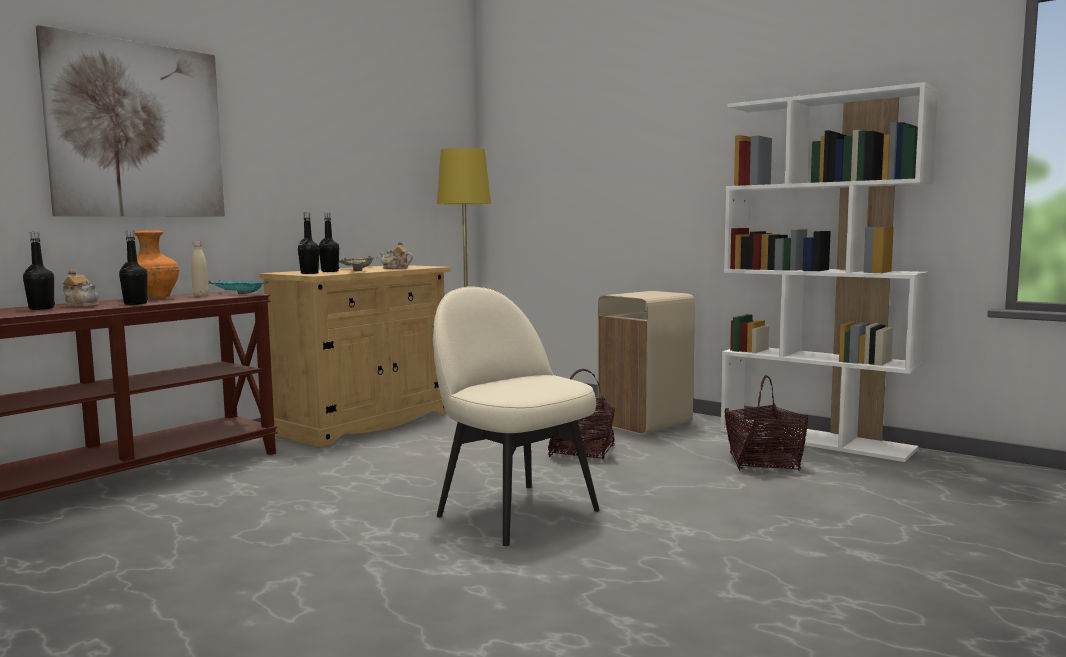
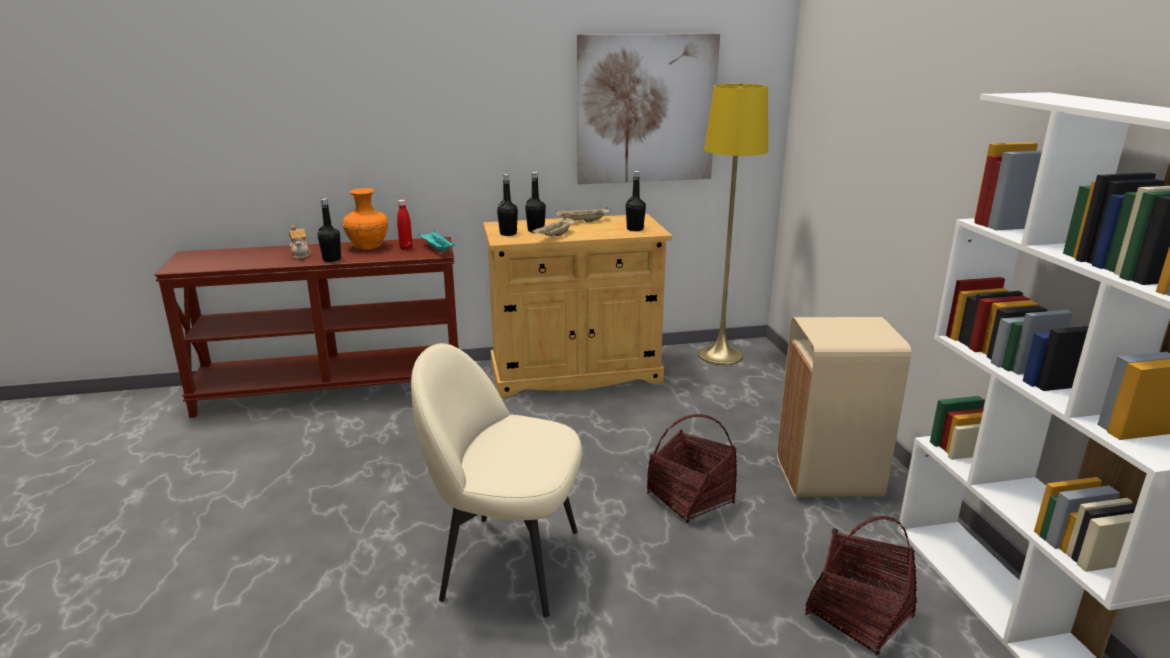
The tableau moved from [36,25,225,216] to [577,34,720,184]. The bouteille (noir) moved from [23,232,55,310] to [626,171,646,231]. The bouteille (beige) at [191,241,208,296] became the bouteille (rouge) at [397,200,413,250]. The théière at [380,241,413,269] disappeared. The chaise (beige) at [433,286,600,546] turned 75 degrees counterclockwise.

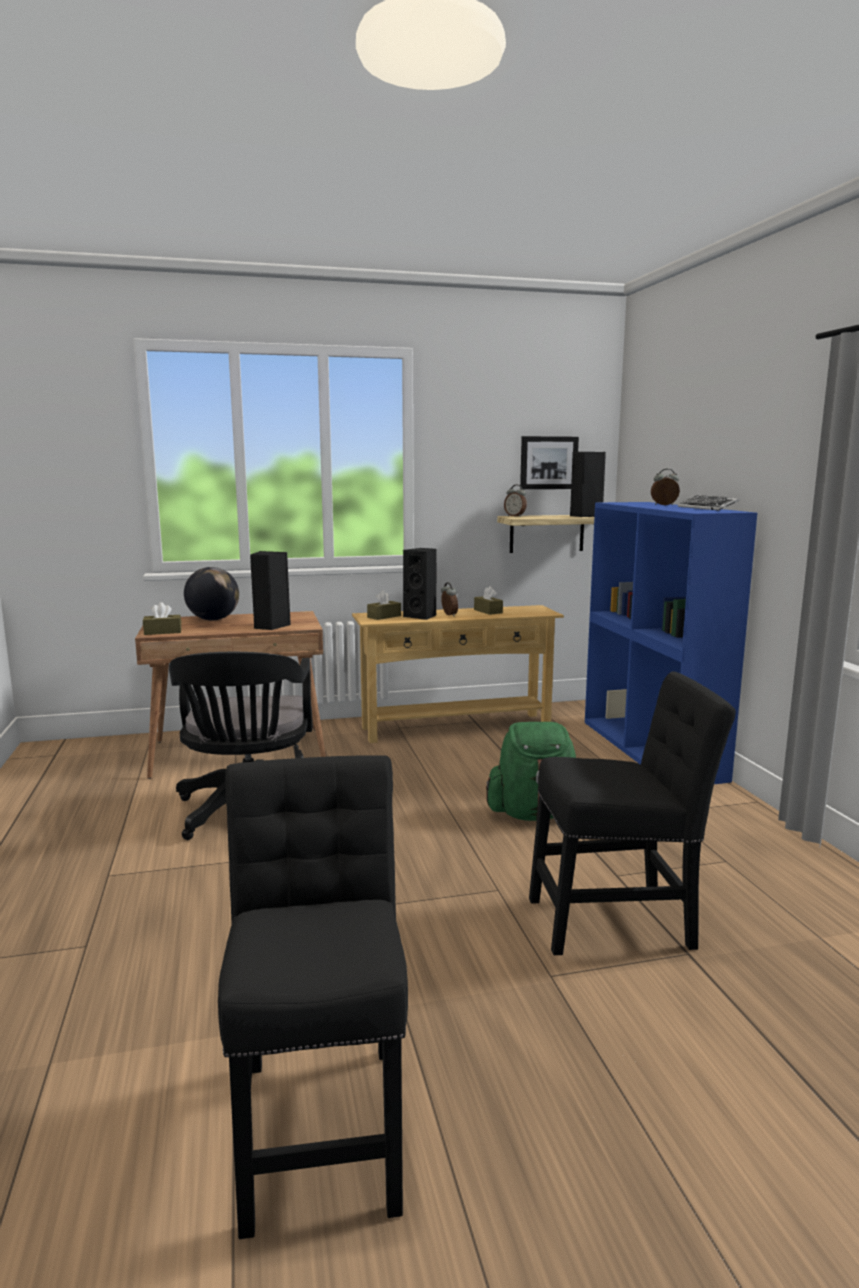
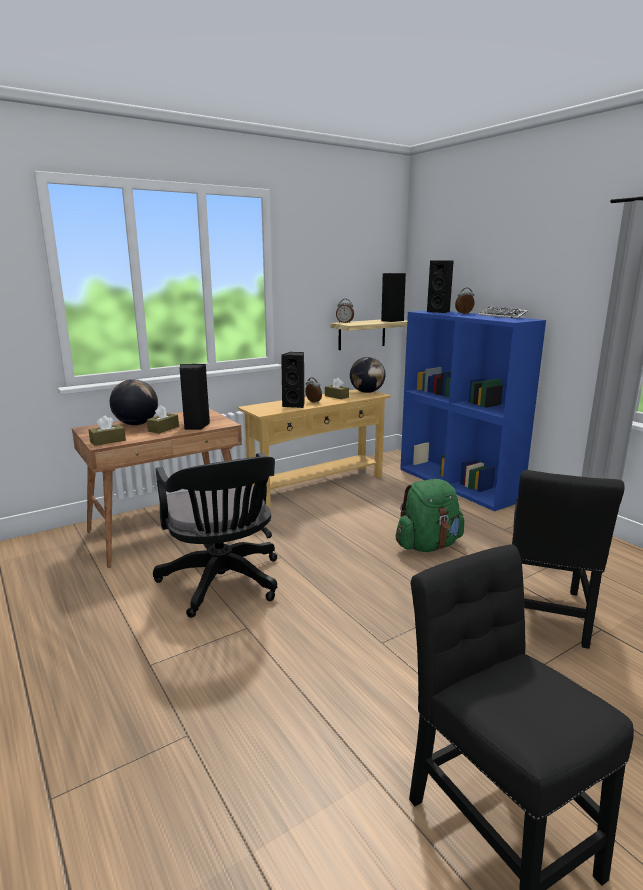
The tableau at [520,436,579,489] disappeared. The boîte à mouchoirs (marron) moved from [367,590,401,620] to [147,405,179,434]. The chaise (noir) at [529,671,736,955] turned 135 degrees clockwise. The enceinte (noir) at [427,260,454,313] appeared. The globe at [350,357,385,393] appeared.

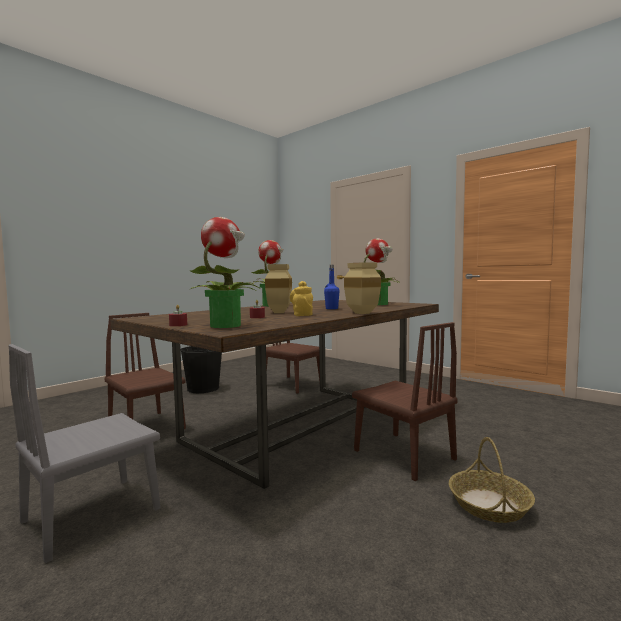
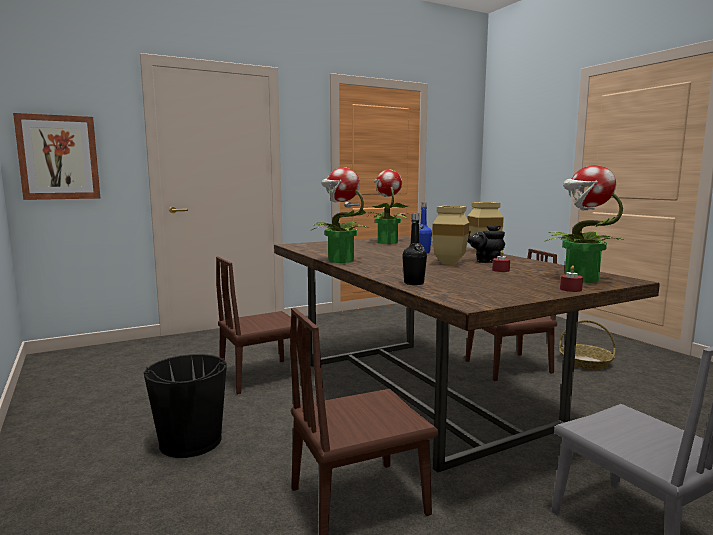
The théière (jaune) at [290,281,313,316] became the théière (noir) at [468,225,505,263]. The tableau at [13,113,101,200] appeared. The bouteille (noir) at [402,213,427,285] appeared.

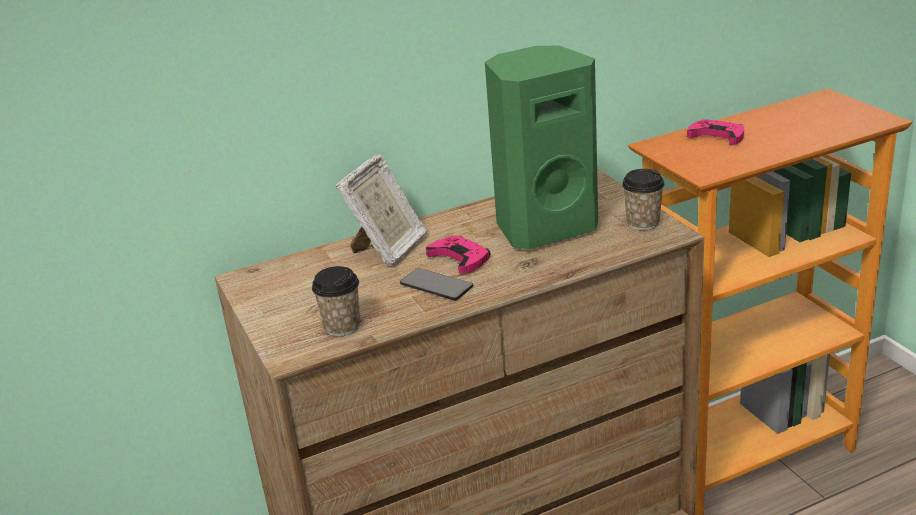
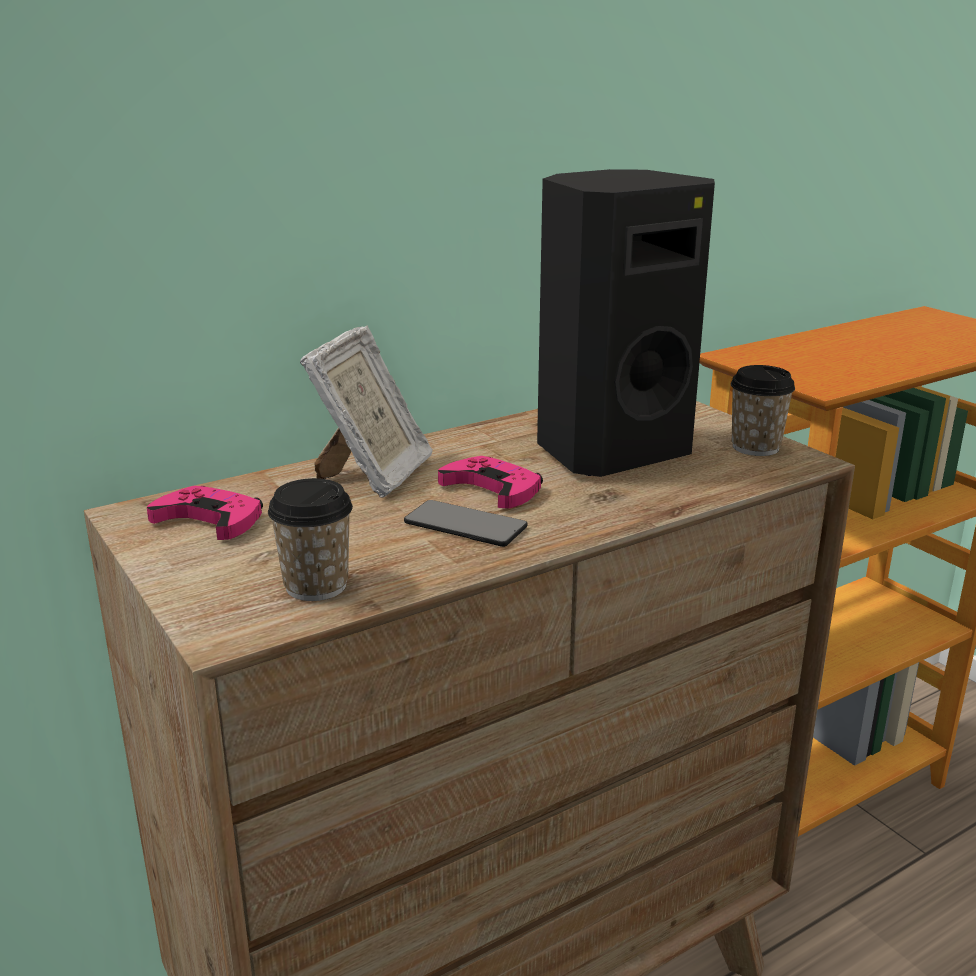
The enceinte (vert) at [485,45,598,250] became the enceinte (noir) at [537,169,715,477]. The manette (rose) moved from [687,119,744,145] to [147,486,263,540].

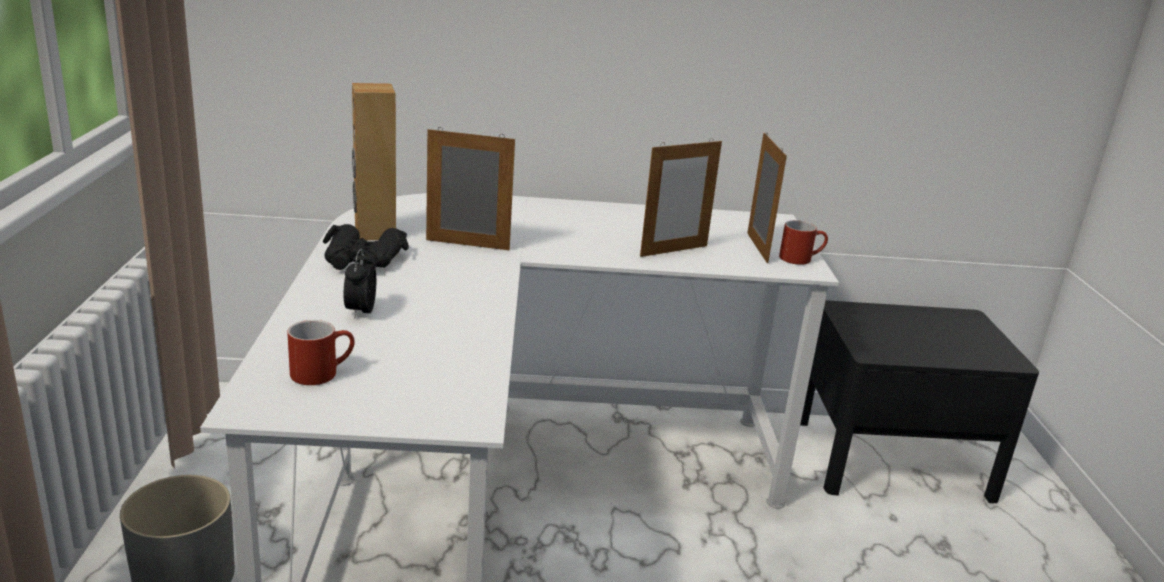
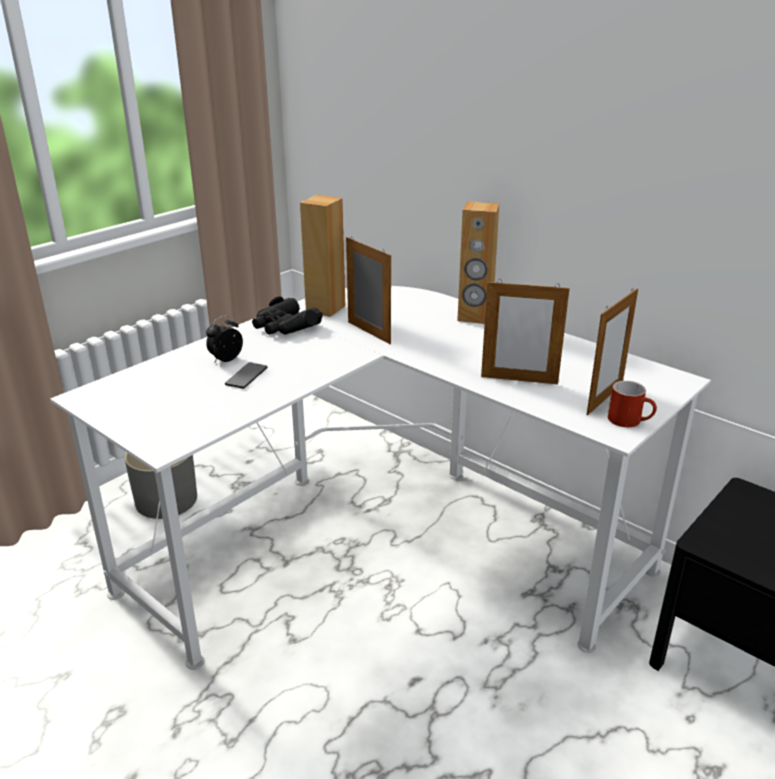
The mug (rouge) at [287,320,355,385] disappeared. The enceinte (marron) at [457,201,499,324] appeared. The téléphone at [225,362,267,389] appeared.

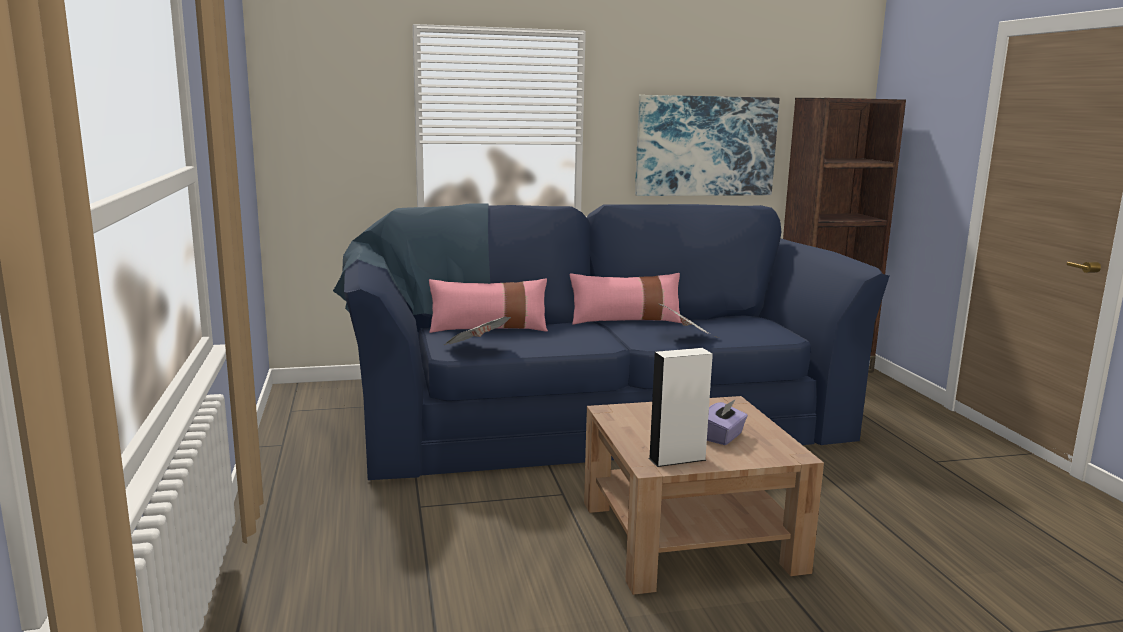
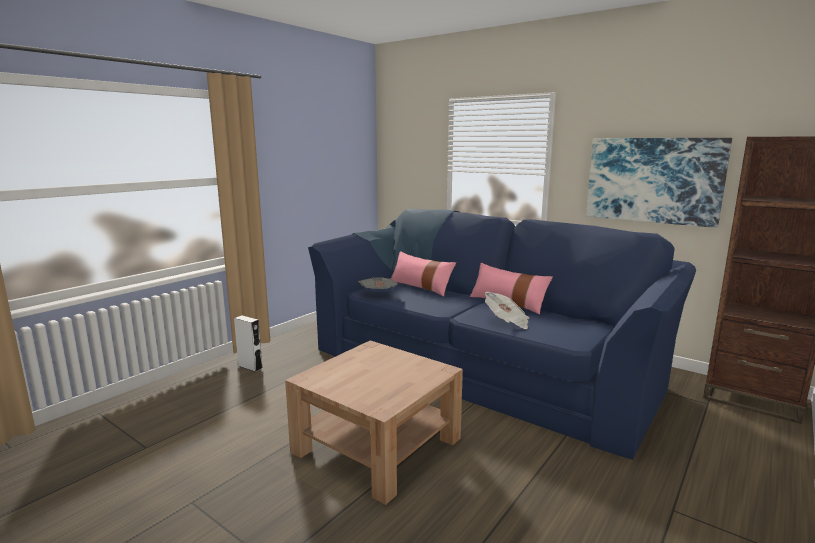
The enceinte (blanc) moved from [649,348,713,467] to [234,315,262,372]. The boîte à mouchoirs (violet) at [707,399,748,445] disappeared.

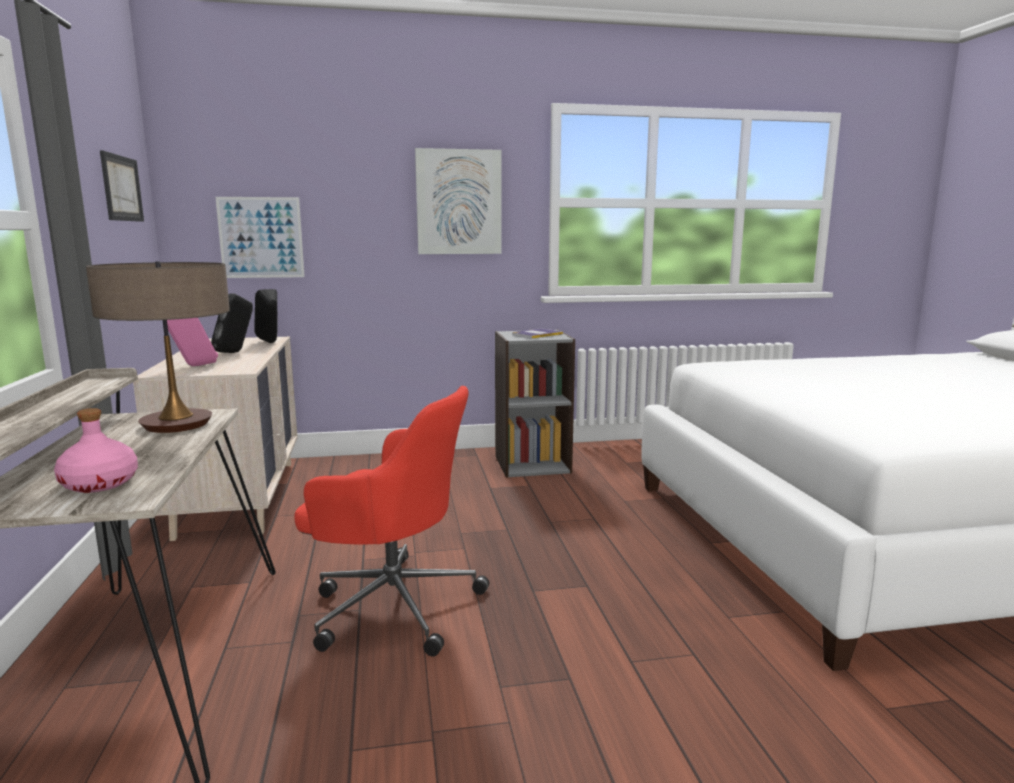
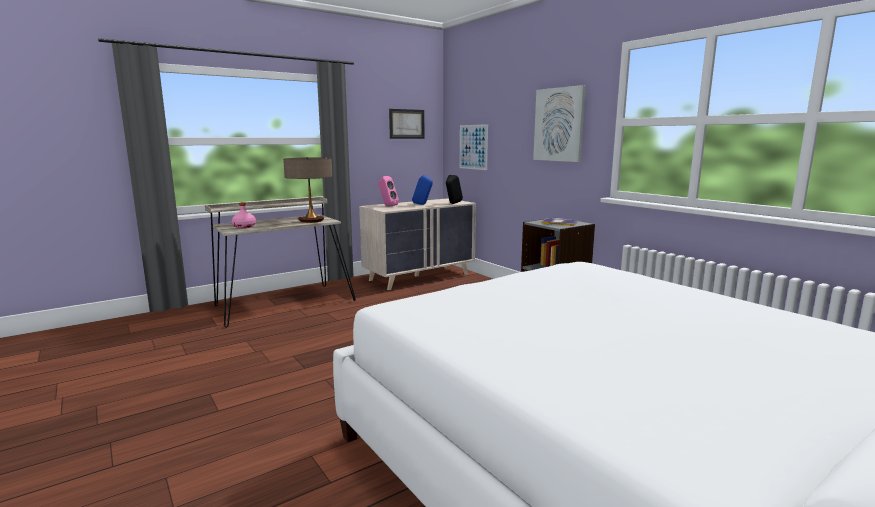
The enceinte (noir) at [211,293,253,353] became the enceinte (bleu) at [412,175,433,205]. The chaise de bureau (rouge) at [294,386,489,657] disappeared.

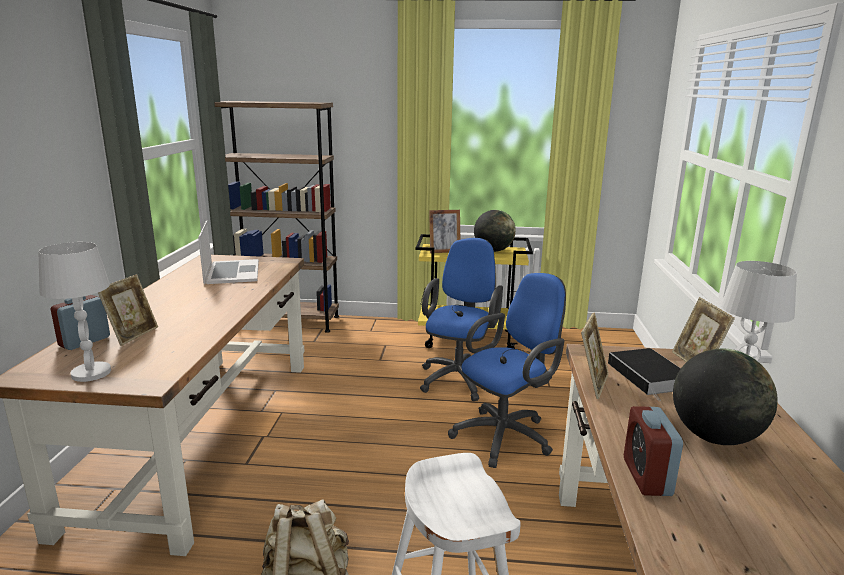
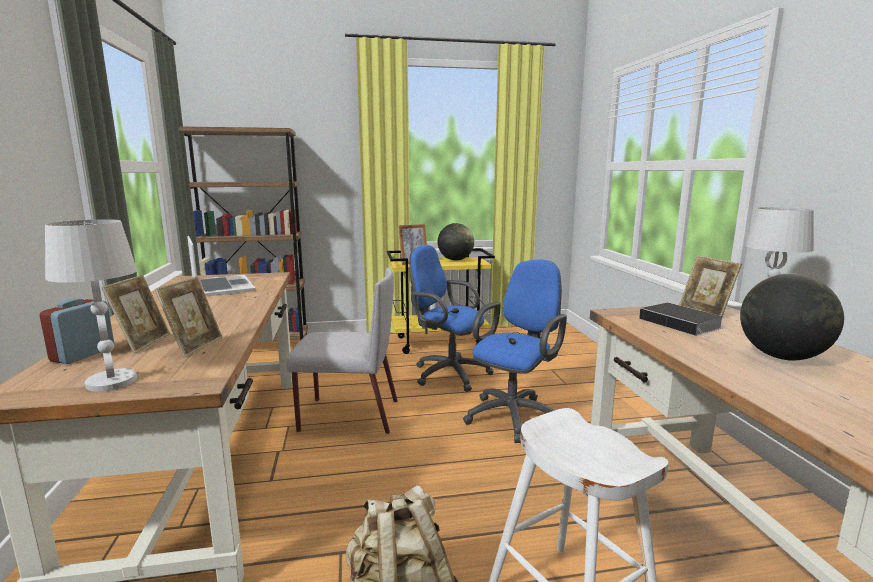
The chaise de bureau (bleu) at [420,238,503,401] turned 60 degrees counterclockwise. The cadre photo moved from [581,313,609,399] to [155,276,222,358]. The réveil at [624,406,683,496] disappeared. The chaise (gris) at [286,268,398,434] appeared.

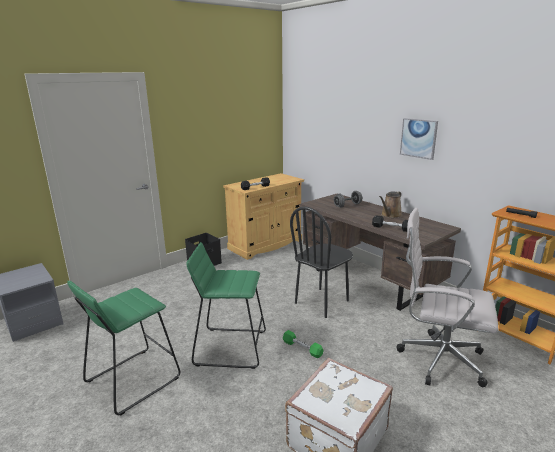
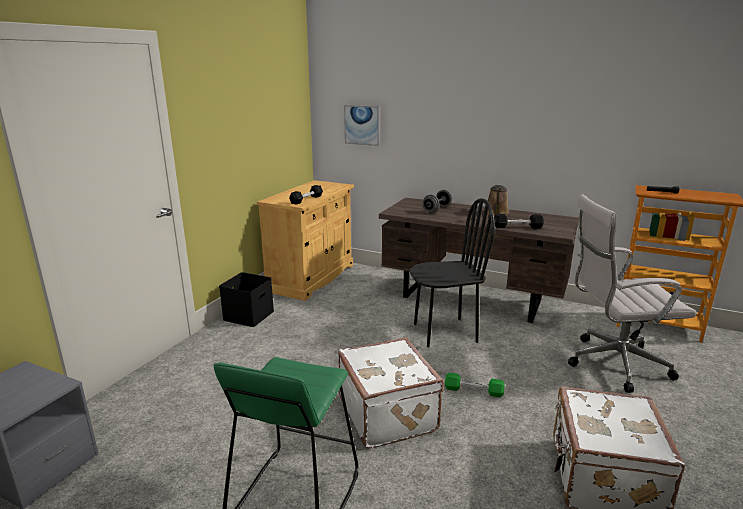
The tableau moved from [400,118,438,160] to [344,105,380,146]. The chaise (noir) at [290,206,353,318] turned 120 degrees counterclockwise. The tabouret (vert) at [186,242,266,369] was replaced by the valise (blanc) at [338,338,444,449].

